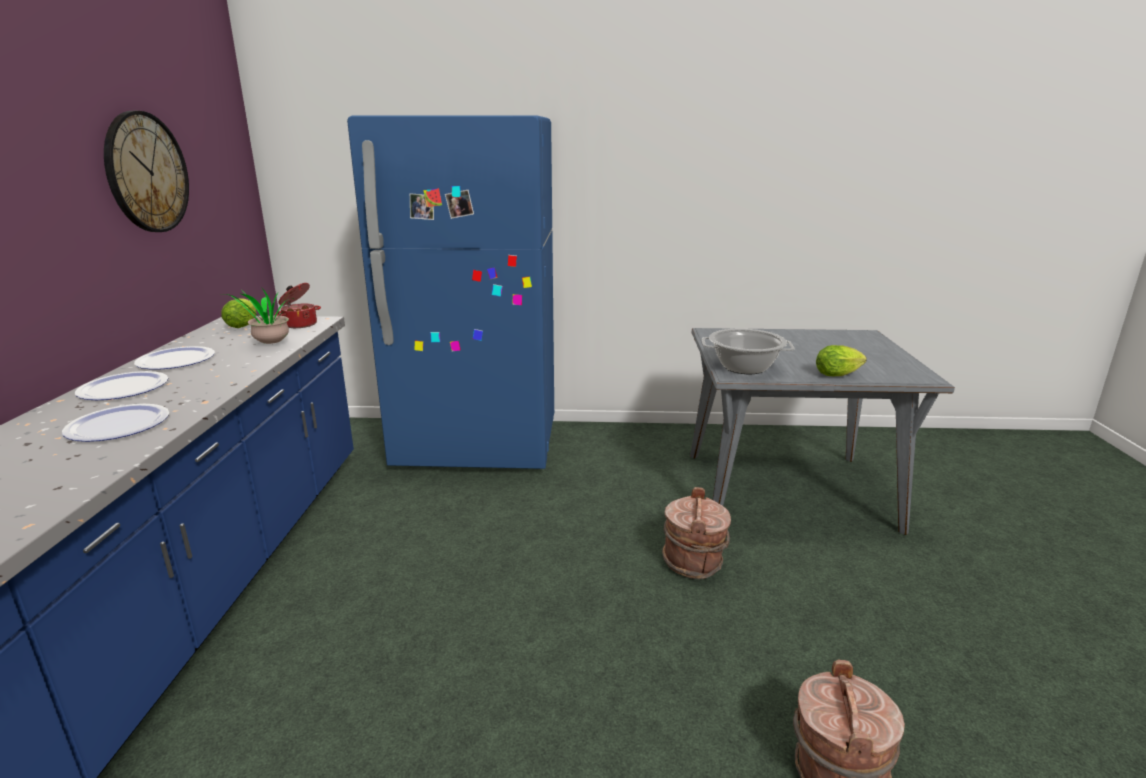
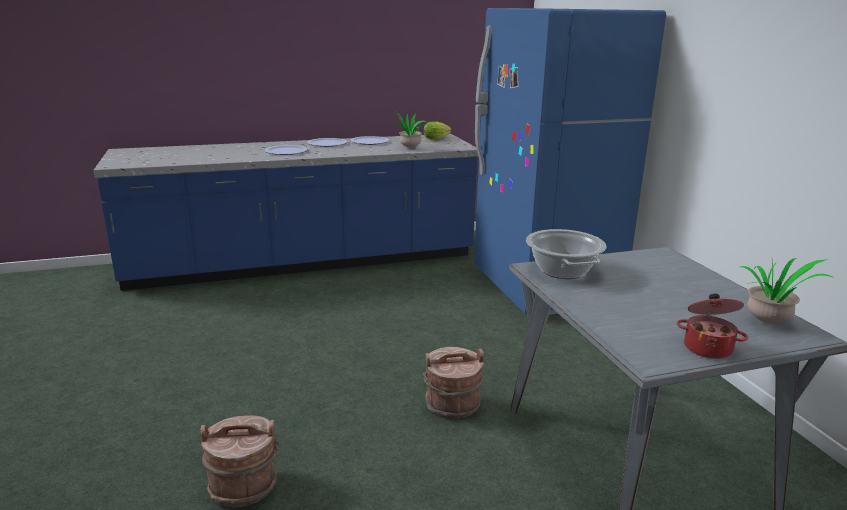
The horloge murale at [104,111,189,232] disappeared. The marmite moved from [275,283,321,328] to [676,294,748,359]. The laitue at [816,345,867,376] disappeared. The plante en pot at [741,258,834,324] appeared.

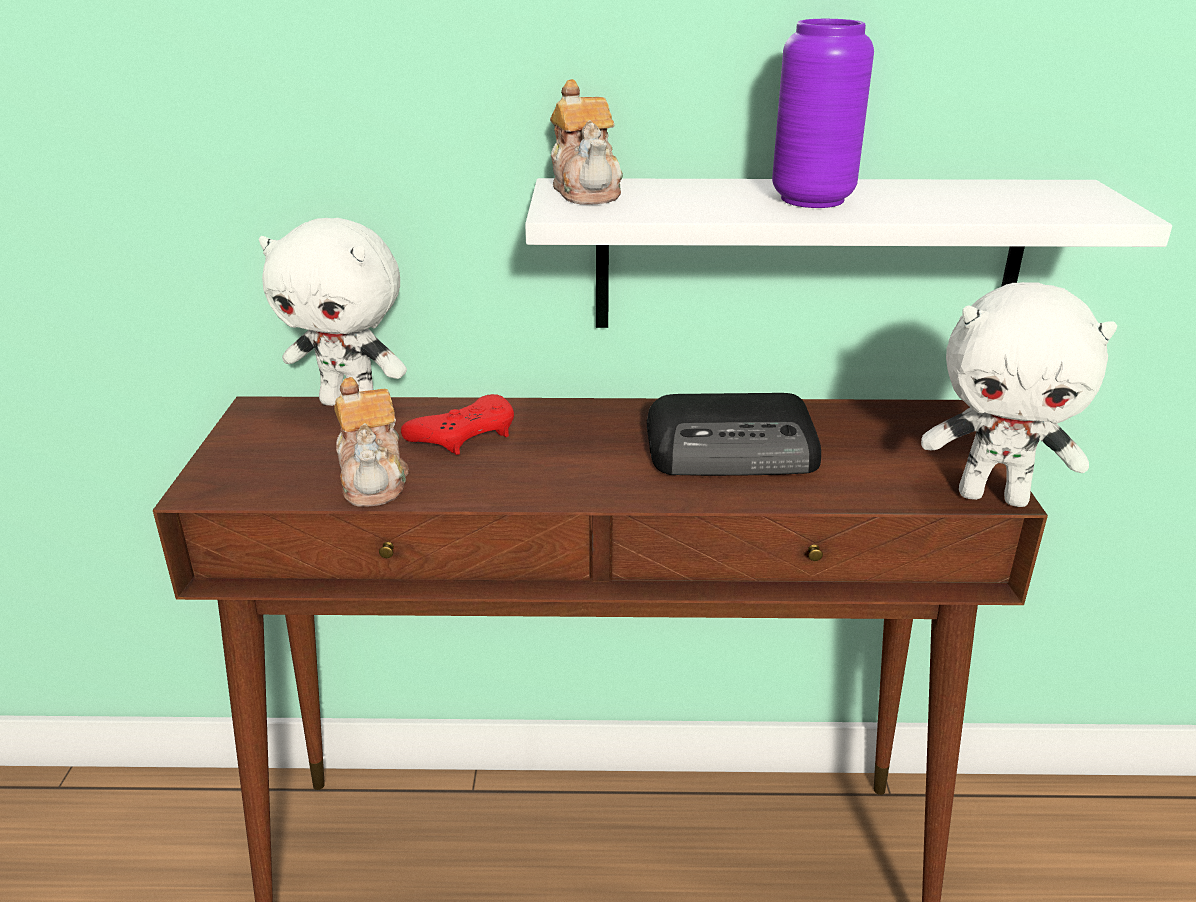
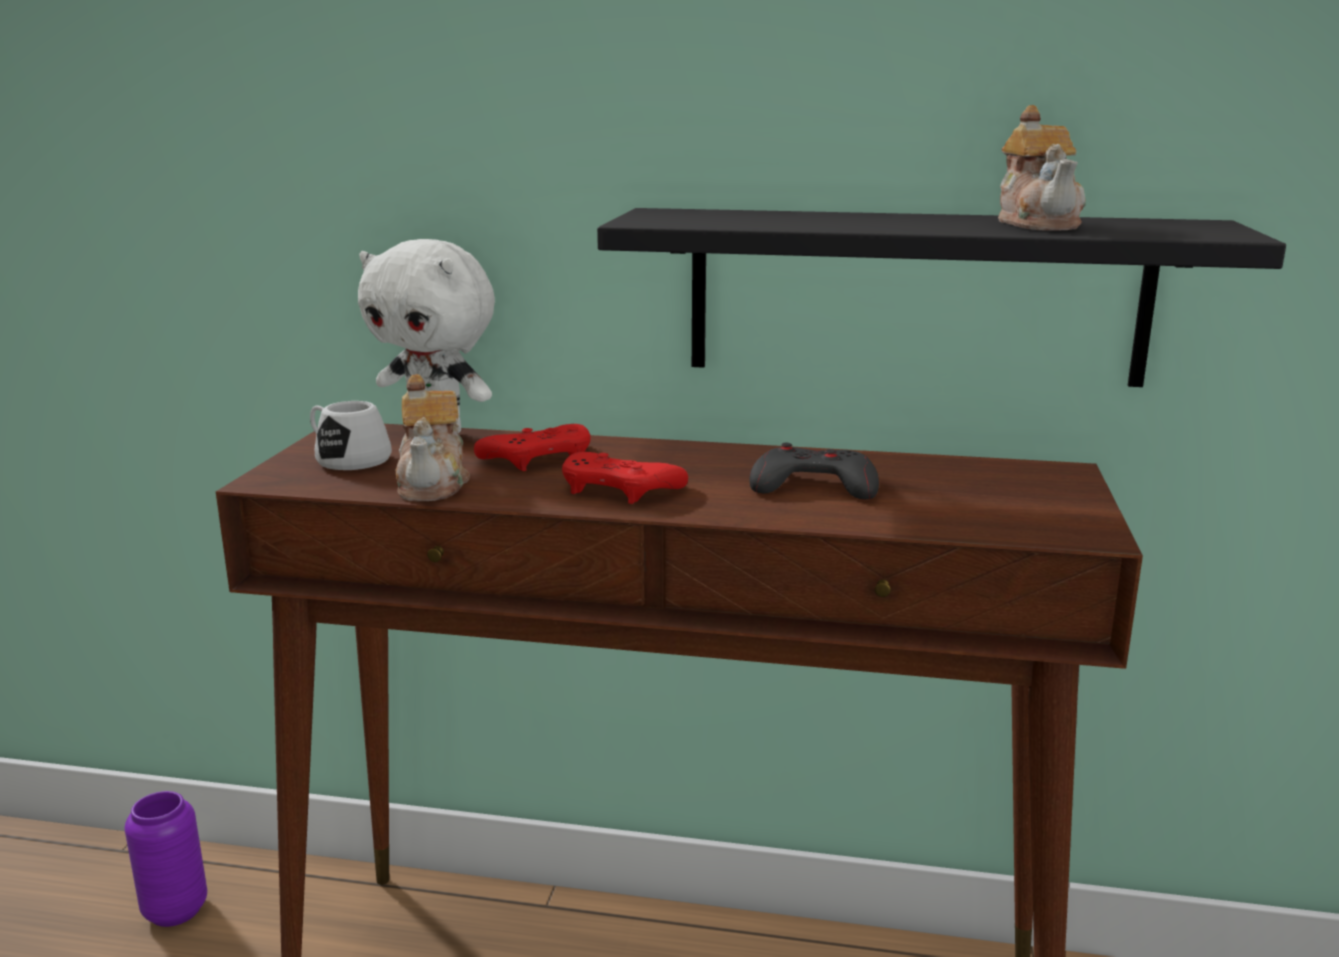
The vase (violet) moved from [772,19,874,208] to [124,791,207,927]. The théière moved from [550,79,623,205] to [998,105,1086,230]. The étagère (blanc) at [525,178,1172,328] became the étagère (noir) at [597,208,1286,387]. The peluche (blanc) at [921,282,1117,507] disappeared. The radio at [647,393,821,476] was replaced by the manette (gris) at [749,443,879,500]. The mug (blanc) at [310,401,392,470] appeared. The manette (rouge) at [562,452,688,504] appeared.

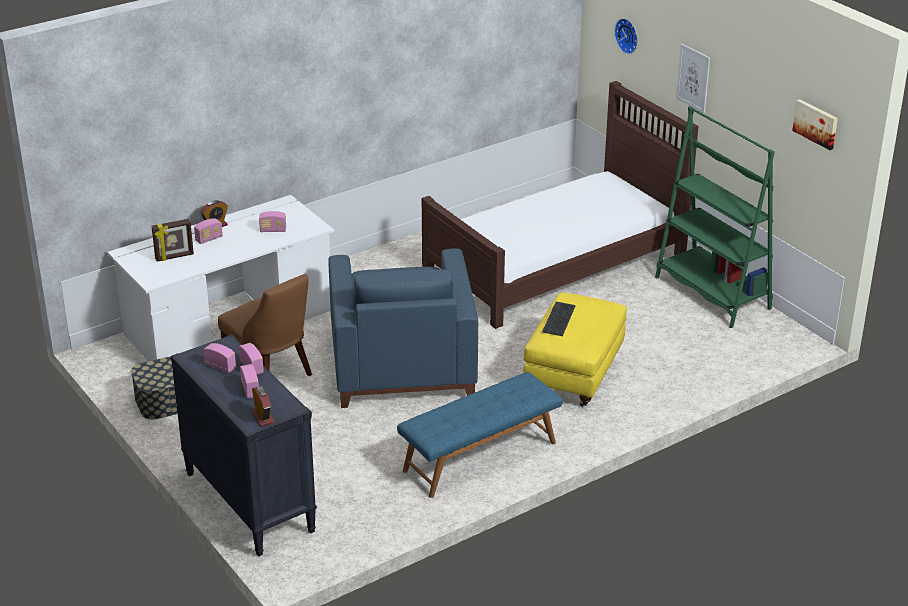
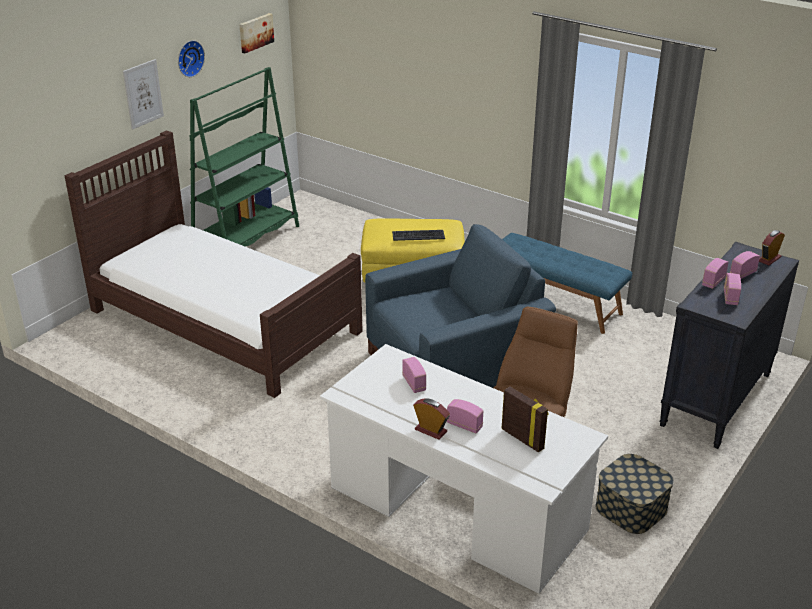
The horloge murale moved from [614,18,638,54] to [178,40,205,77].

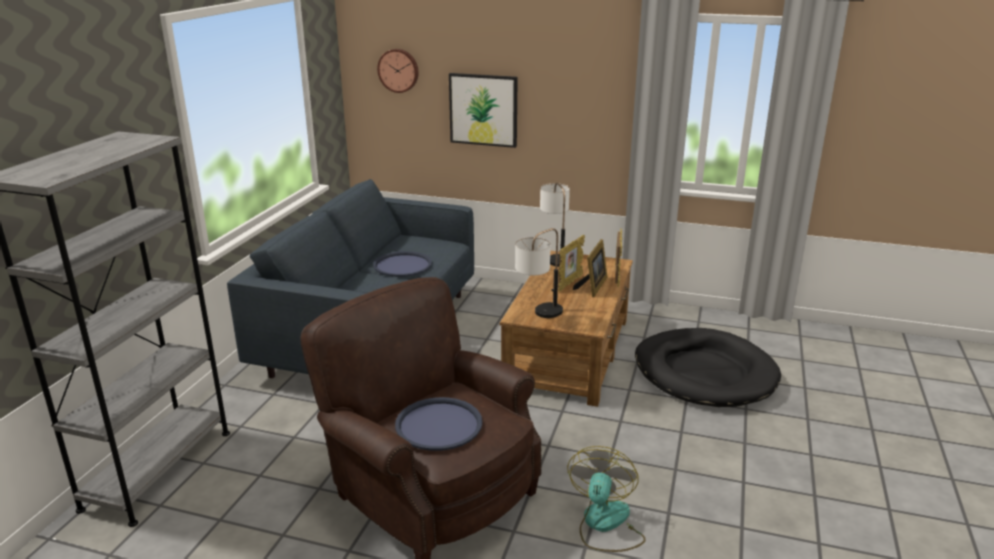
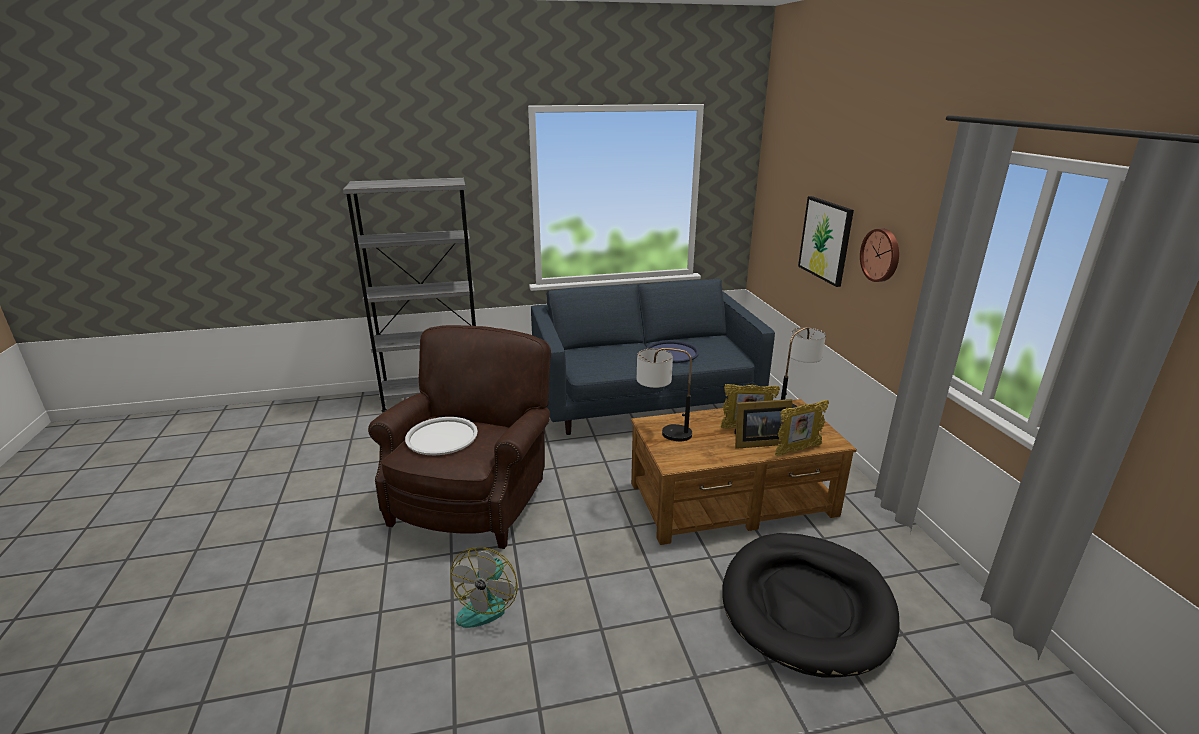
The horloge murale moved from [377,49,419,93] to [860,229,899,282]. The plateau (bleu) at [395,397,483,451] became the plateau (blanc) at [405,417,478,455]. The ventilateur at [567,446,646,552] turned 120 degrees clockwise.

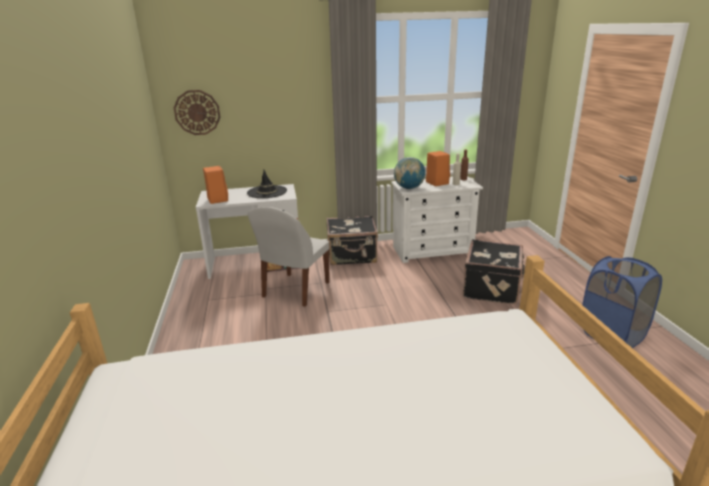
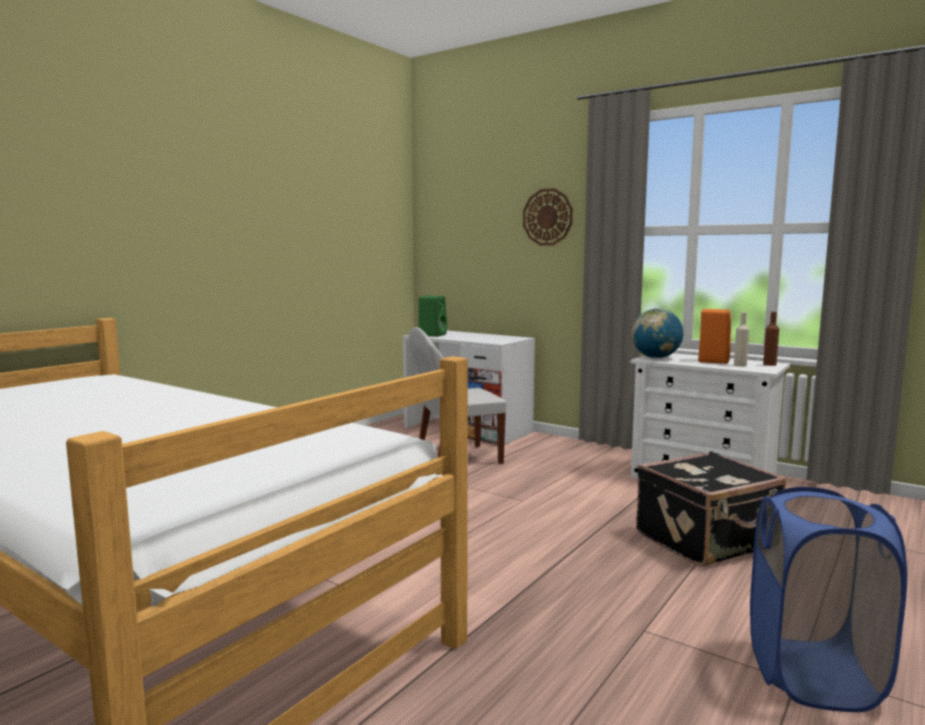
The horloge murale moved from [174,90,221,135] to [523,188,573,245]. The enceinte (orange) at [203,166,228,204] became the enceinte (vert) at [419,296,447,337]. The chapeau (noir) at [247,170,287,198] disappeared. The valise (noir) at [326,216,378,265] disappeared.

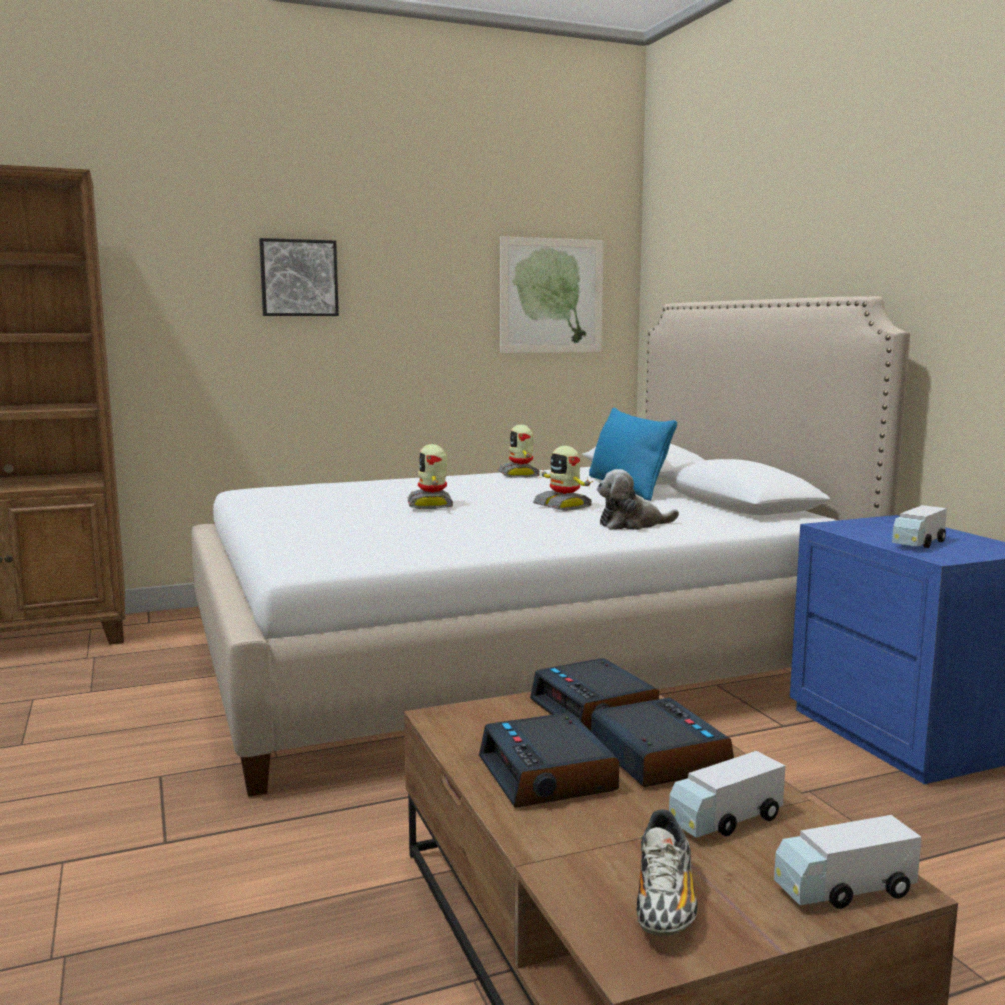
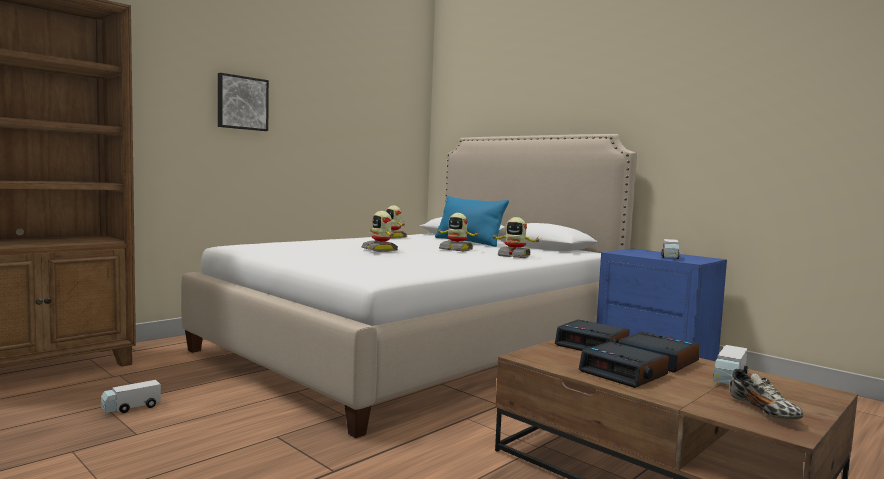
The tableau at [500,237,604,353] disappeared. The peluche at [597,469,679,530] was replaced by the robot jouet at [490,217,542,258]. The camion jouet moved from [774,815,922,909] to [101,380,161,413].

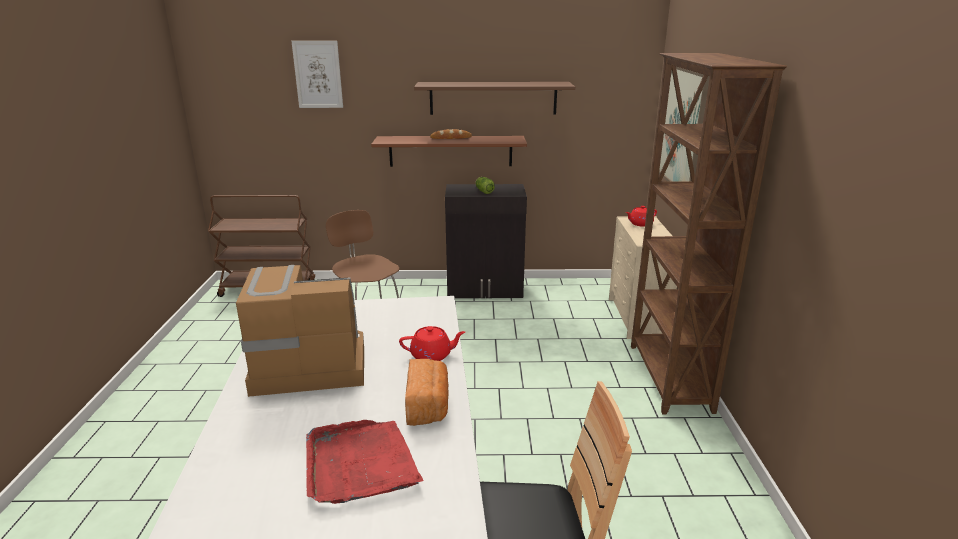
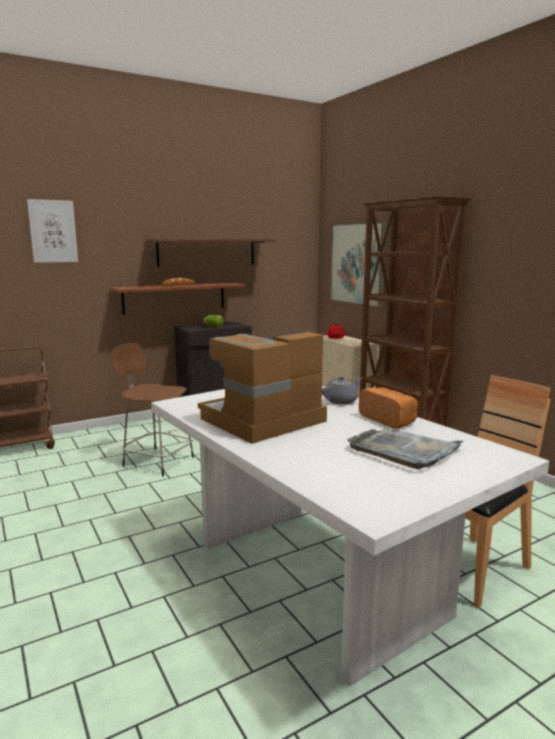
The théière (rouge) at [399,326,465,361] became the théière (gris) at [322,376,362,405]. The plateau (rouge) at [306,420,424,504] became the plateau (gris) at [347,429,464,469].

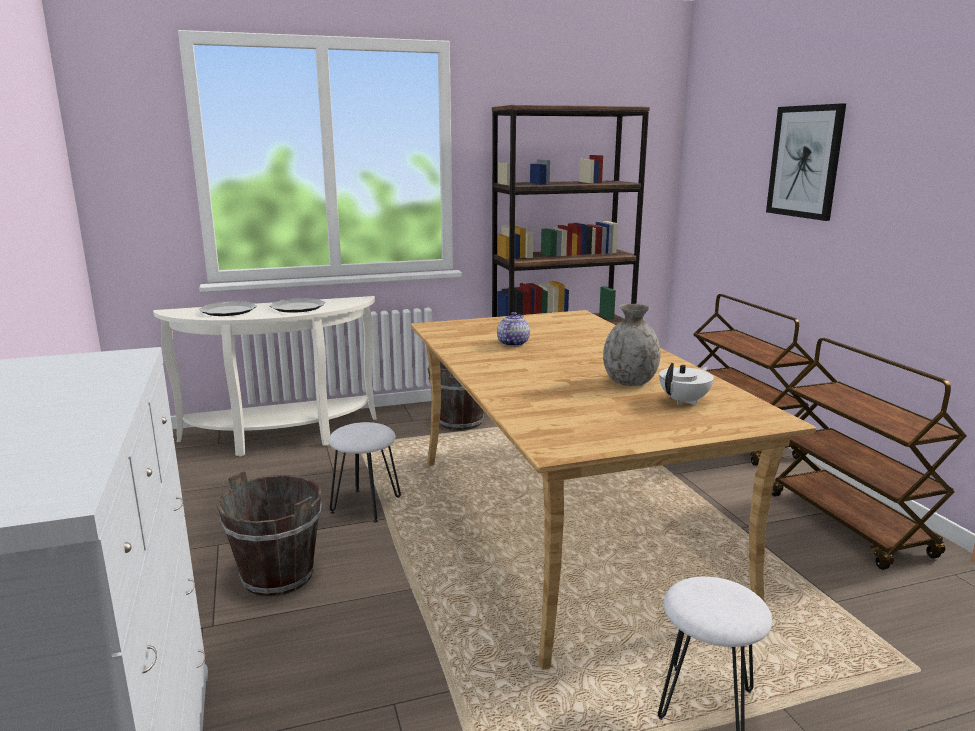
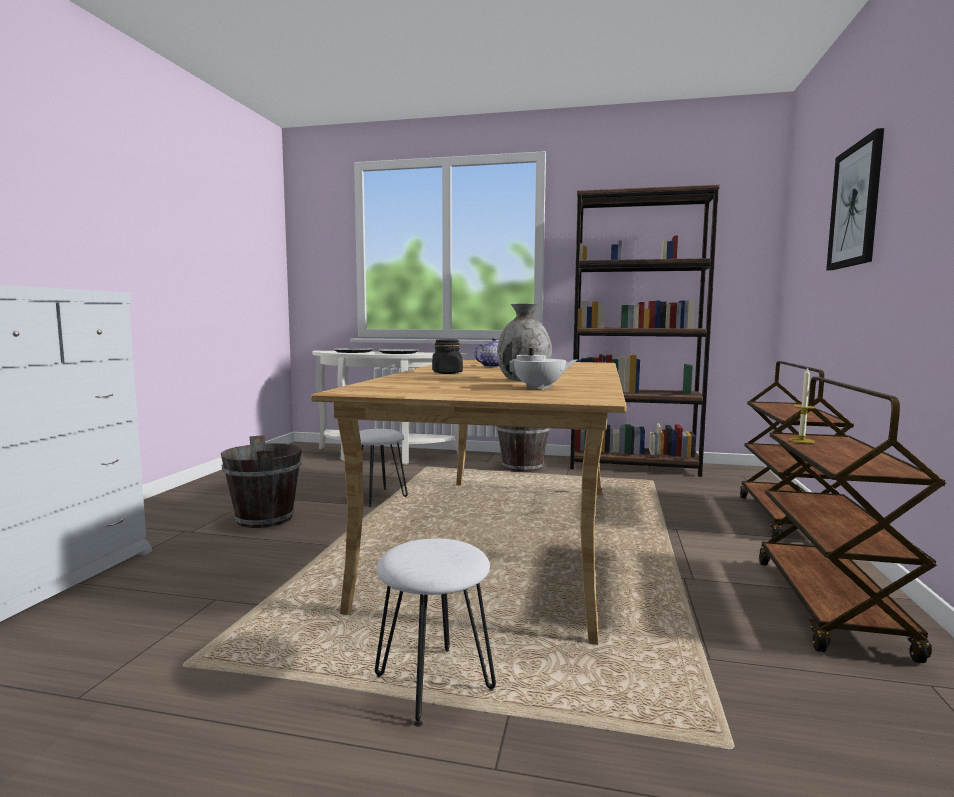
The bocal (noir) at [432,339,463,374] appeared. The bougie at [789,367,816,443] appeared.

